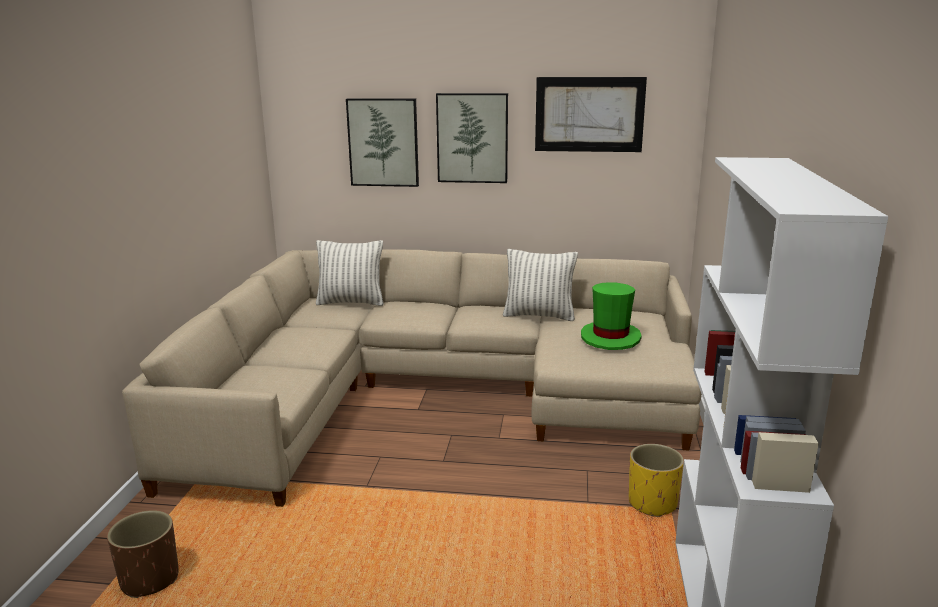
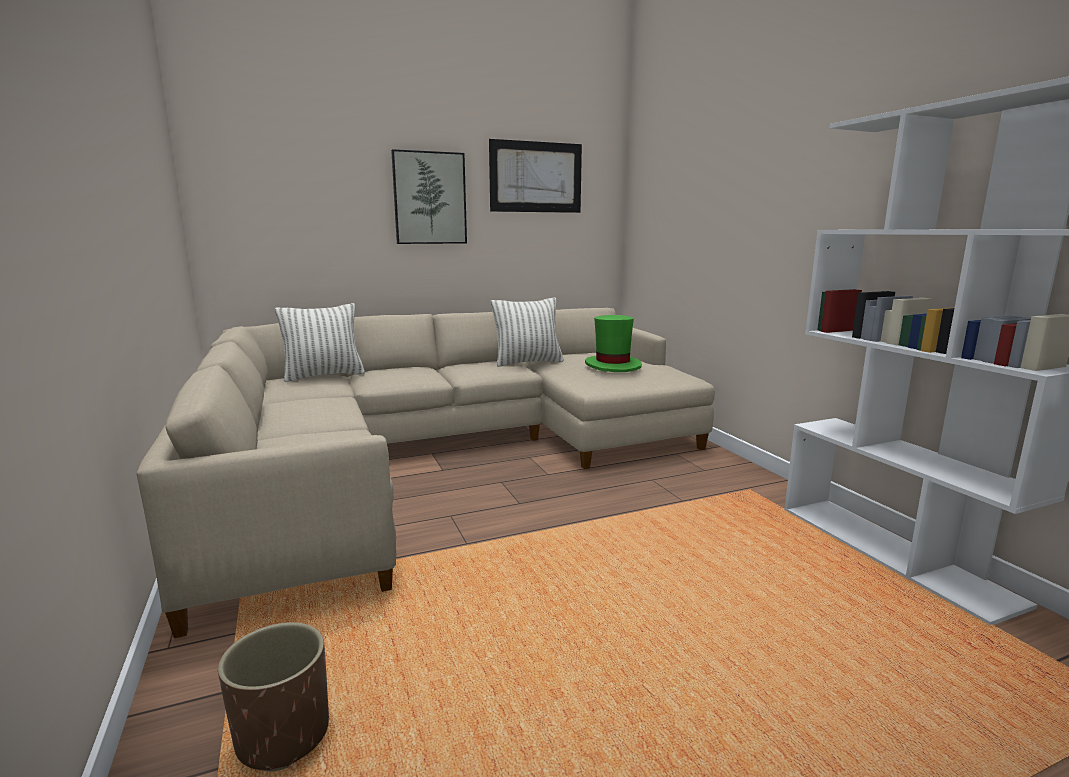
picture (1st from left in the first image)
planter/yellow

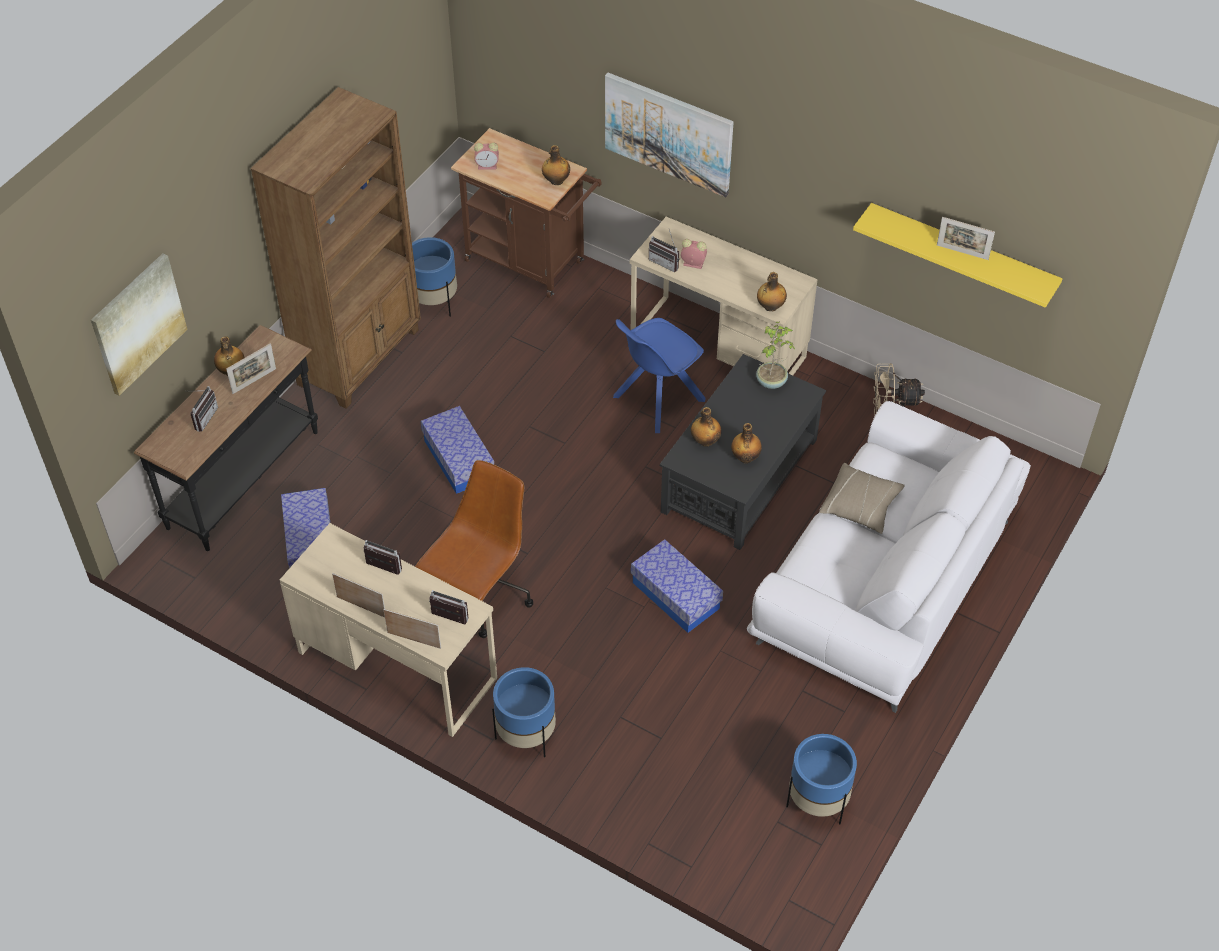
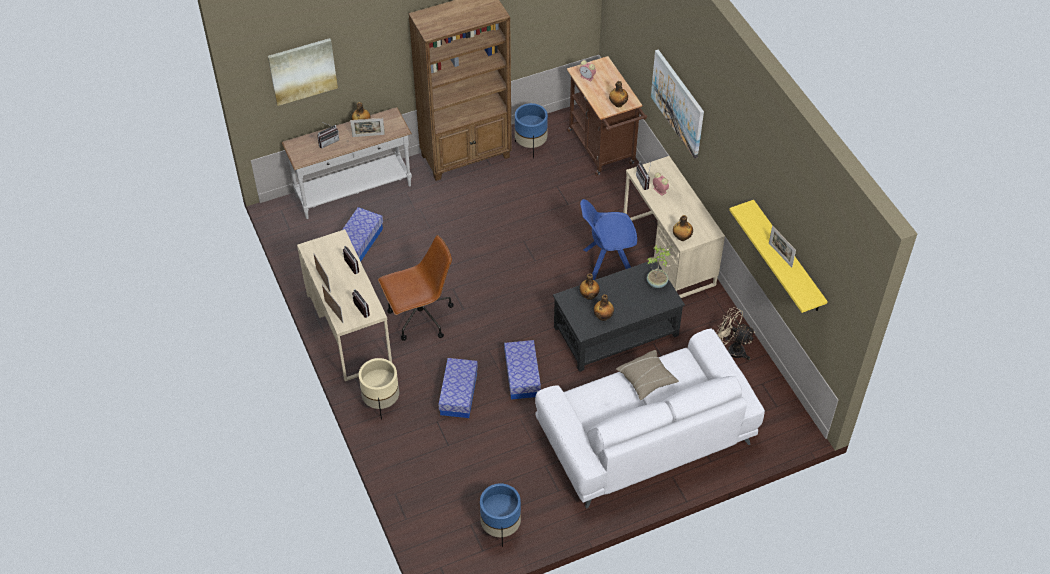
console table/white
storage box (2nd from left)
planter/beige

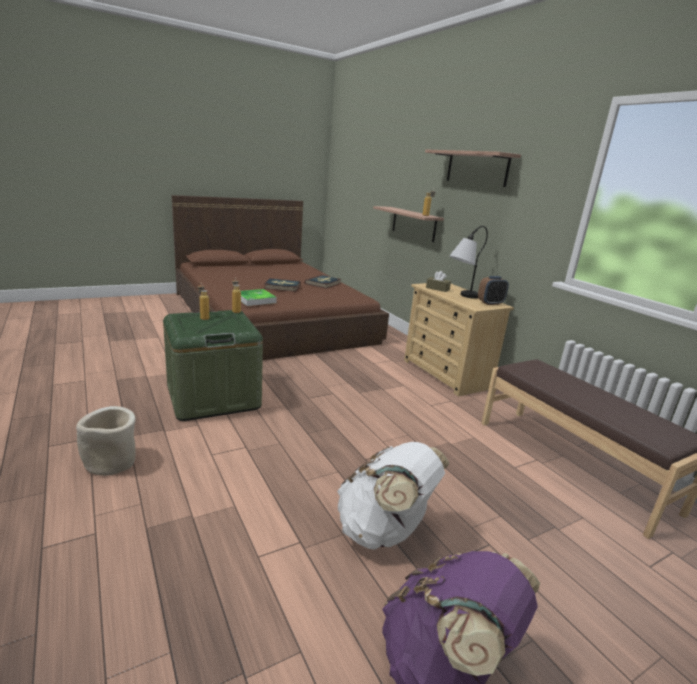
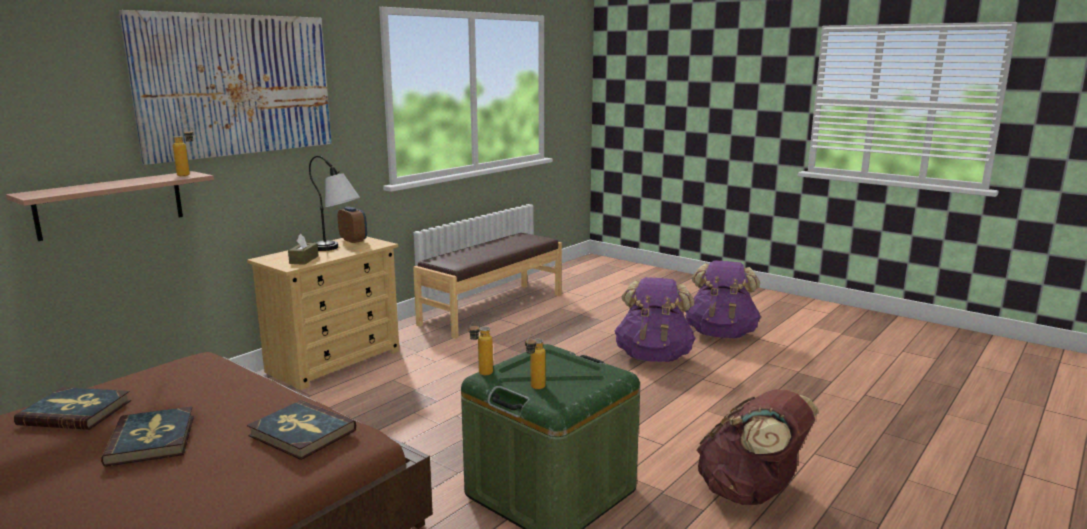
backpack/brown
book (3rd from left)
backpack/purple (1st from left)
picture

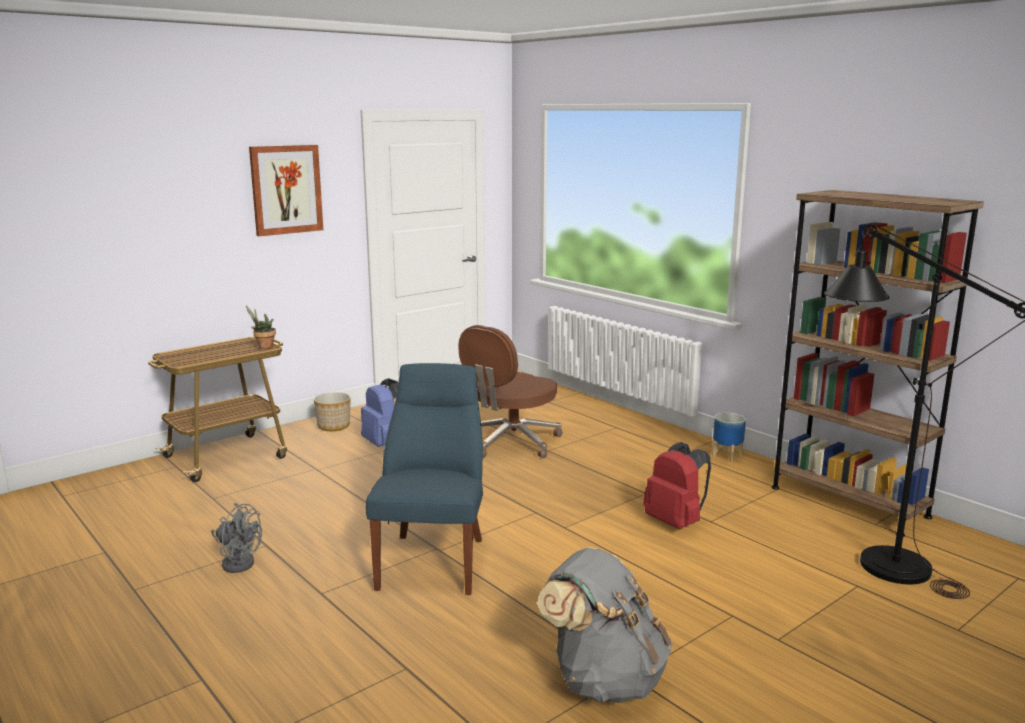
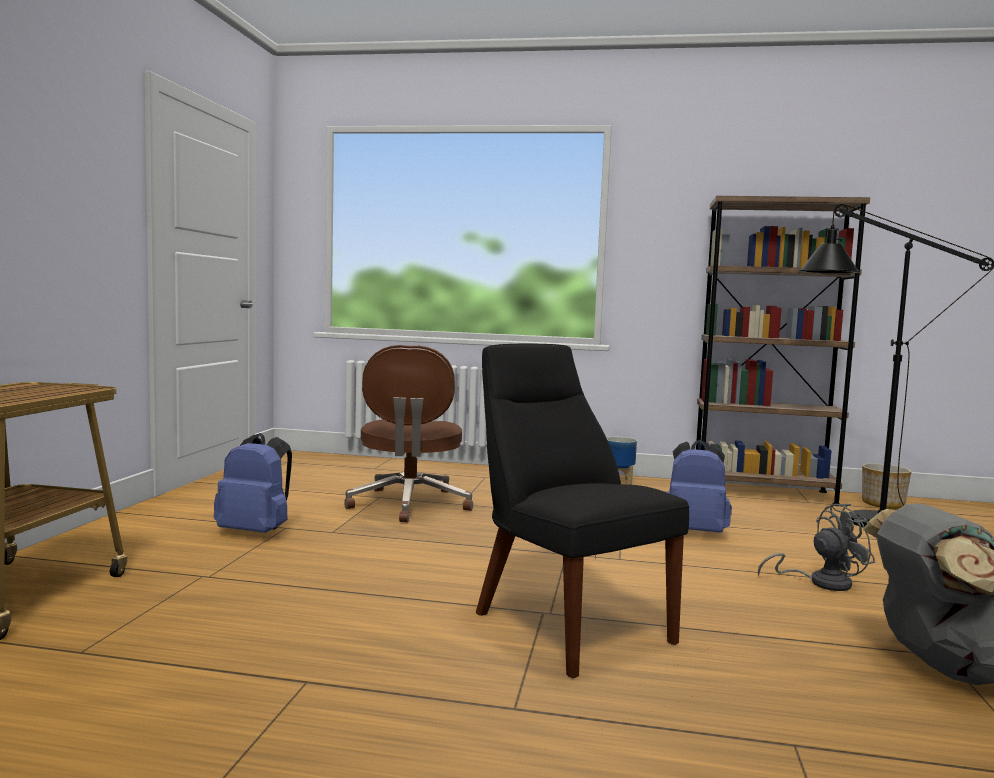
fan/grey
potted plant
picture
planter (2nd from left)
chair/black
backpack/blue (2nd from left)

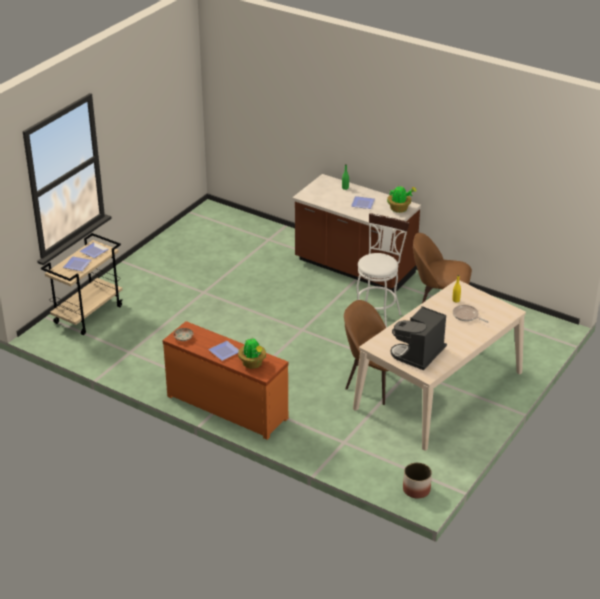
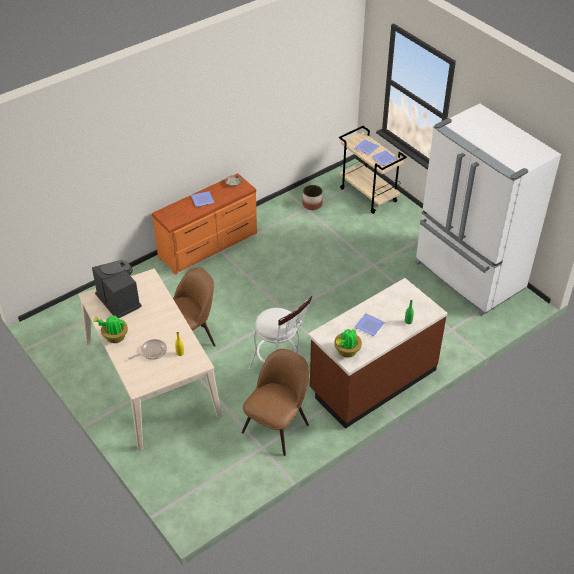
potted plant (1st from left)
planter
fridge/white

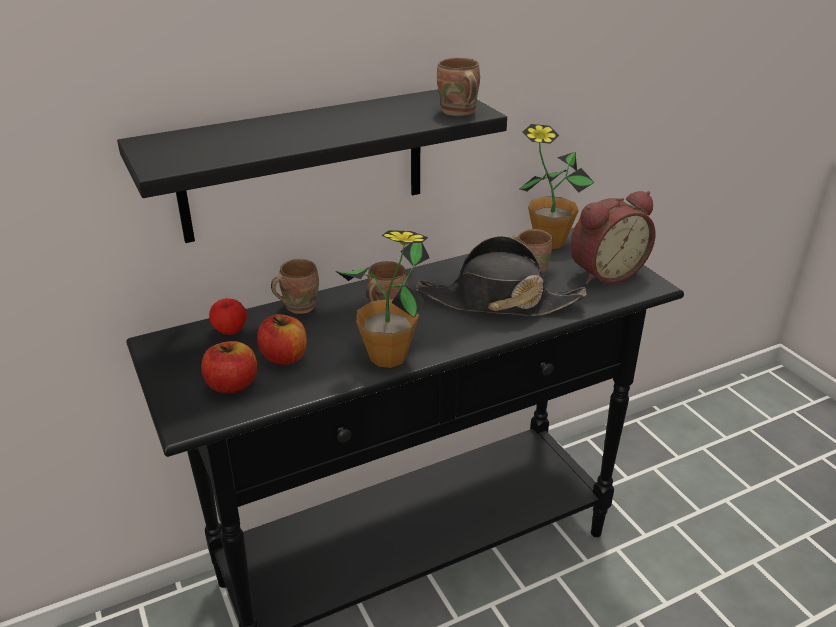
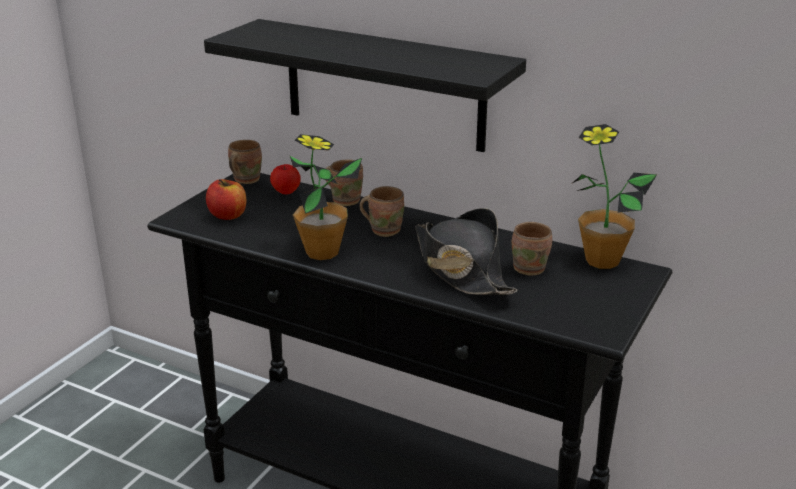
apple (3rd from left in the first image)
mug/brown (1st from left)
alarm clock

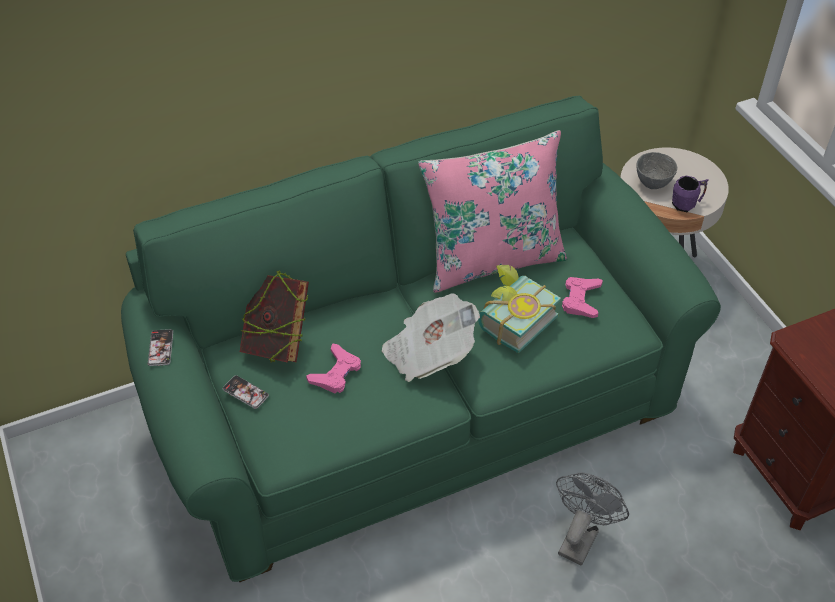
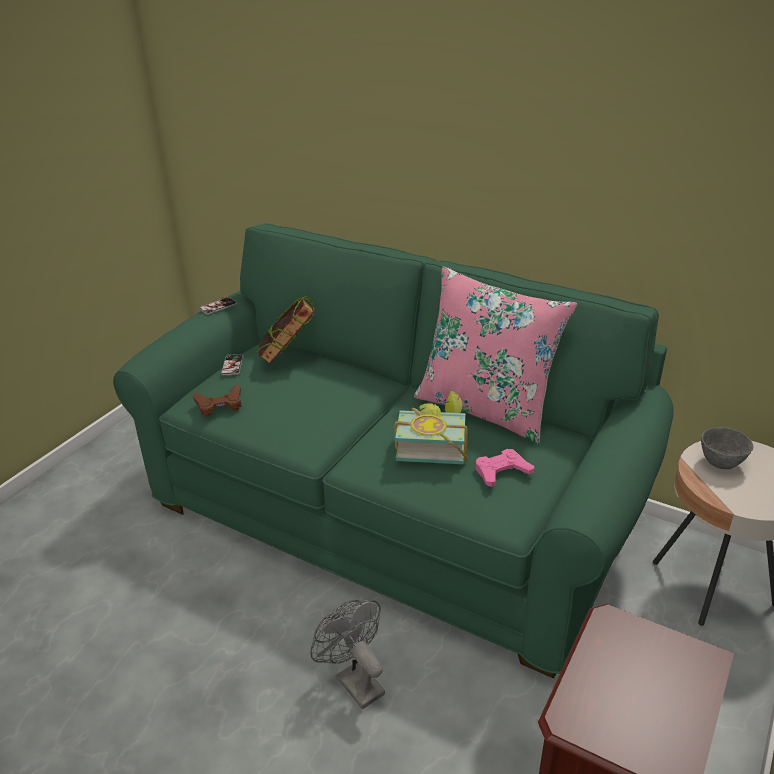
game controller/pink (1st from left in the first image)
newspaper
fan/grey
mug/purple
game controller/brown

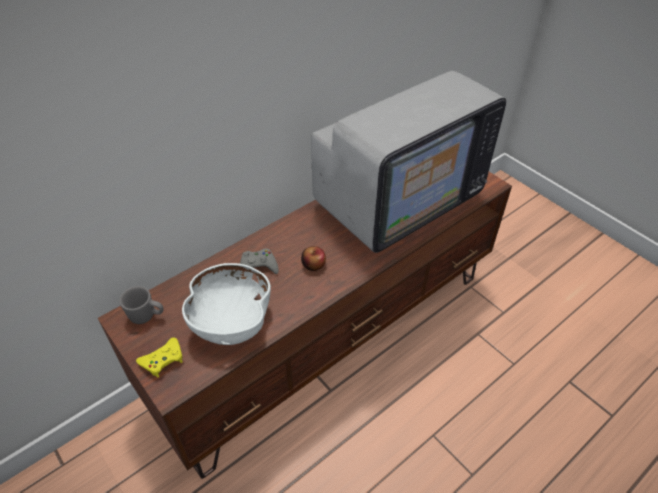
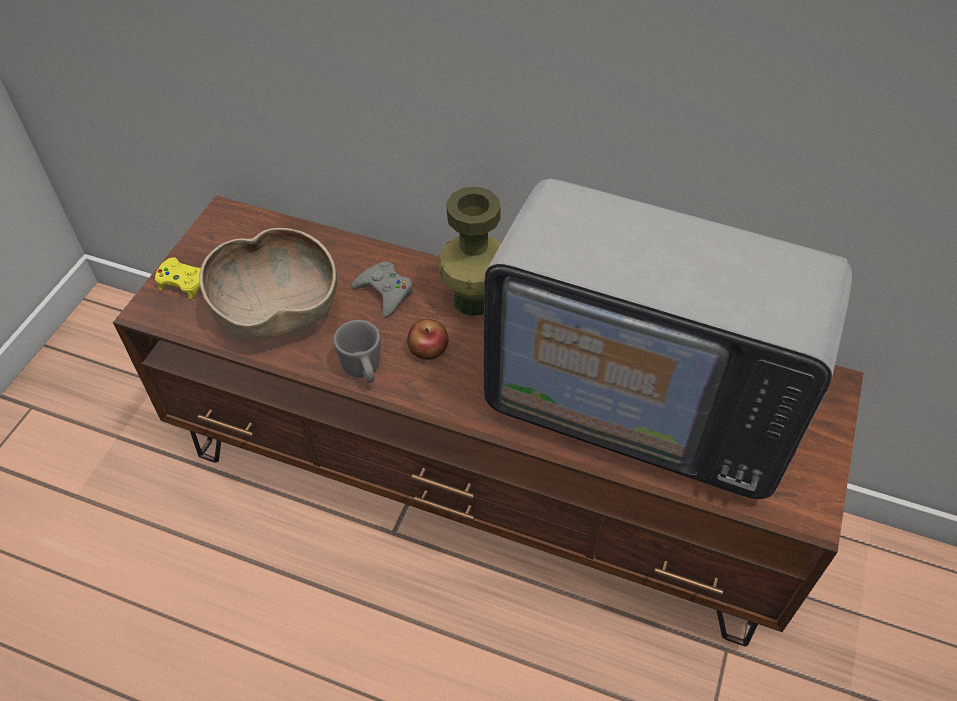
mug/grey
bowl/brown
vase/green

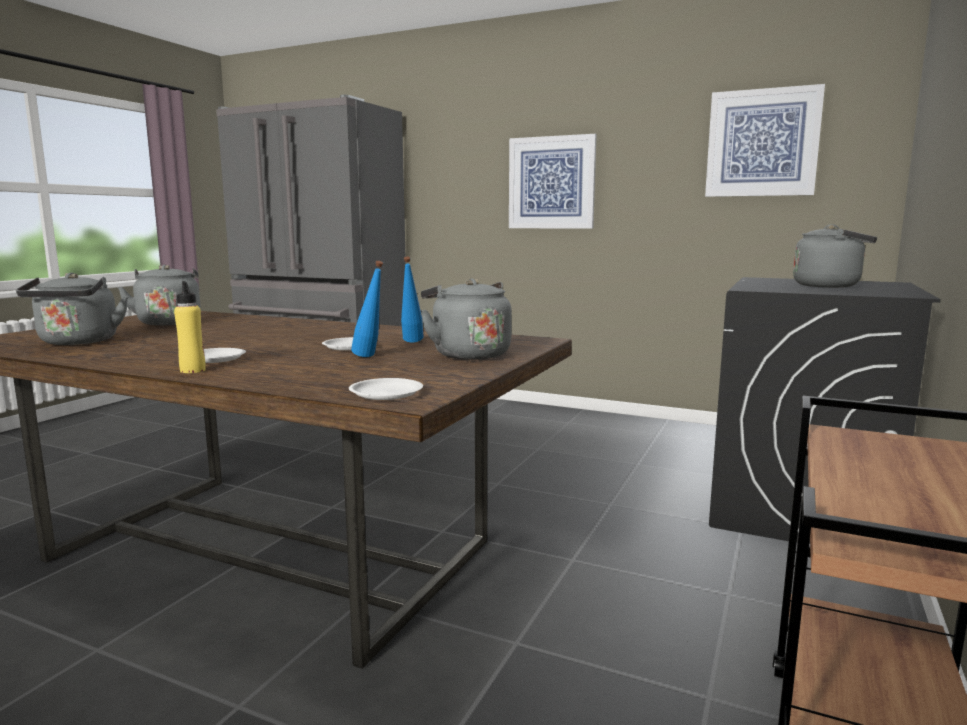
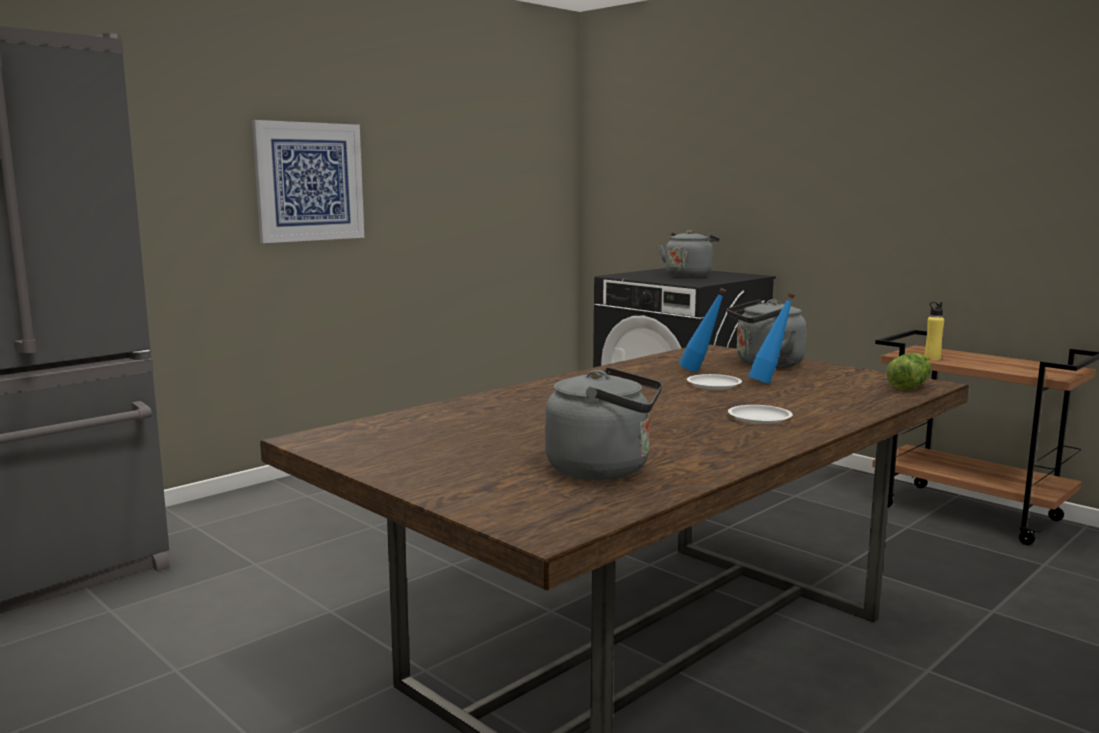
kettle/grey (2nd from left in the first image)
bottle/yellow
lettuce
picture (2nd from left in the first image)

